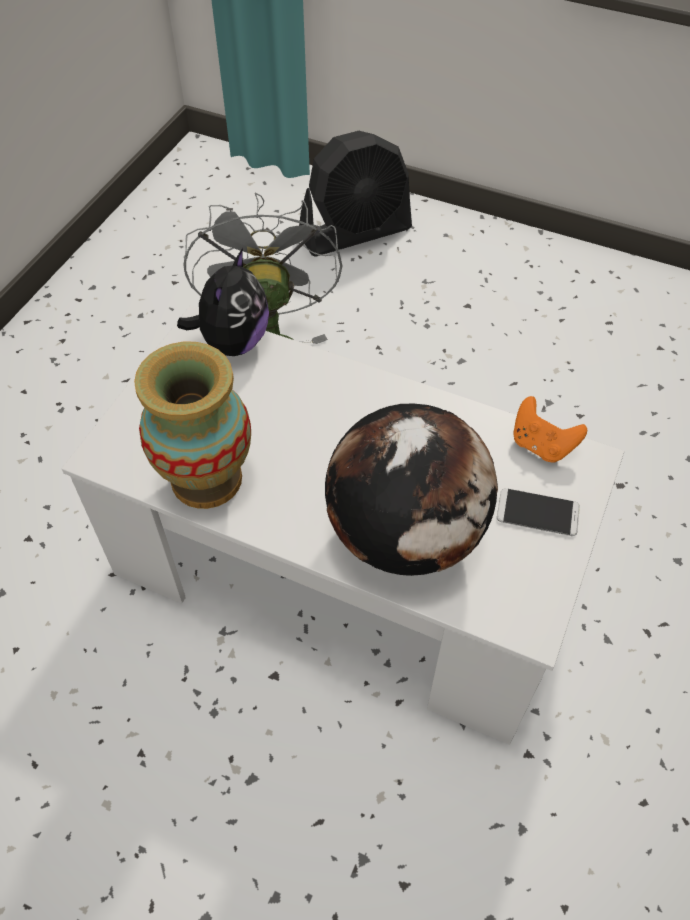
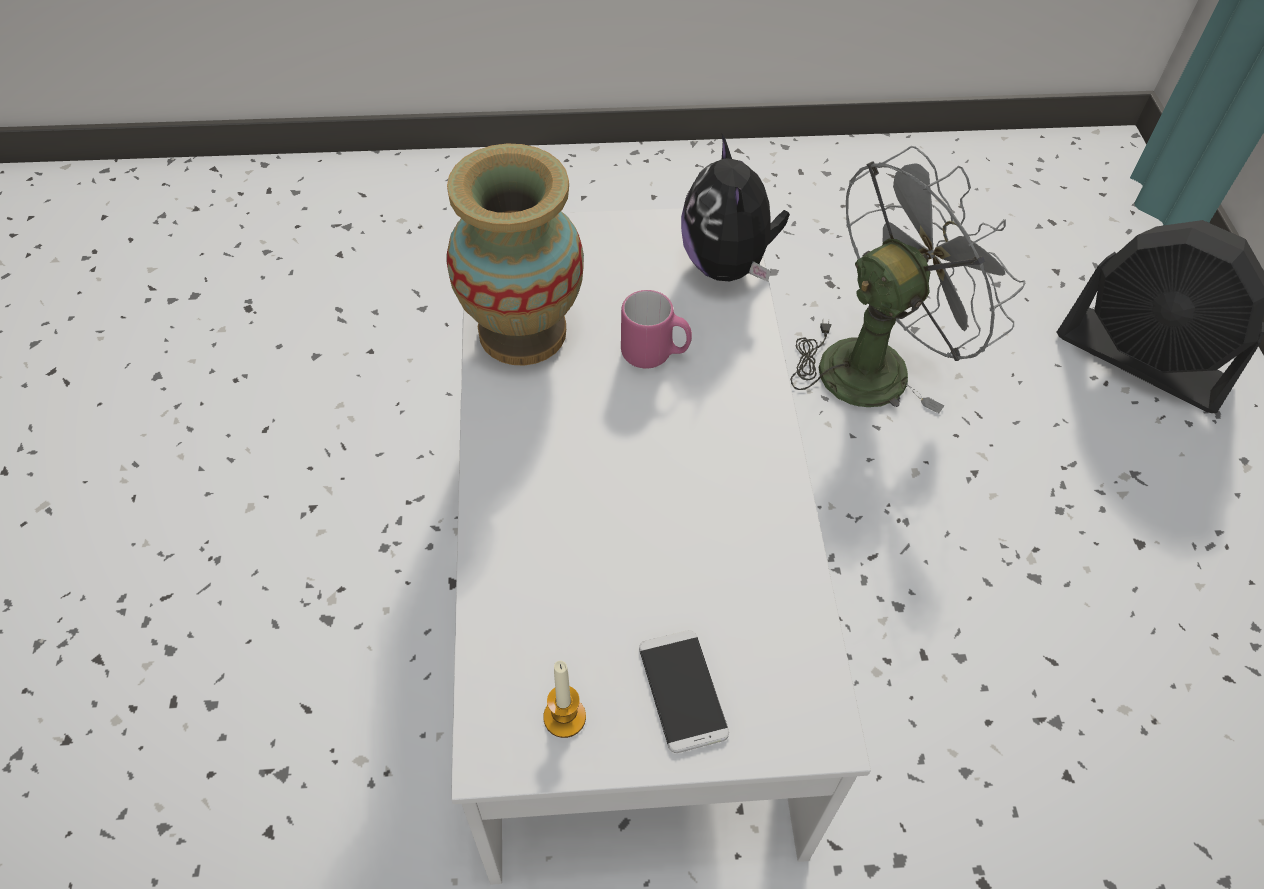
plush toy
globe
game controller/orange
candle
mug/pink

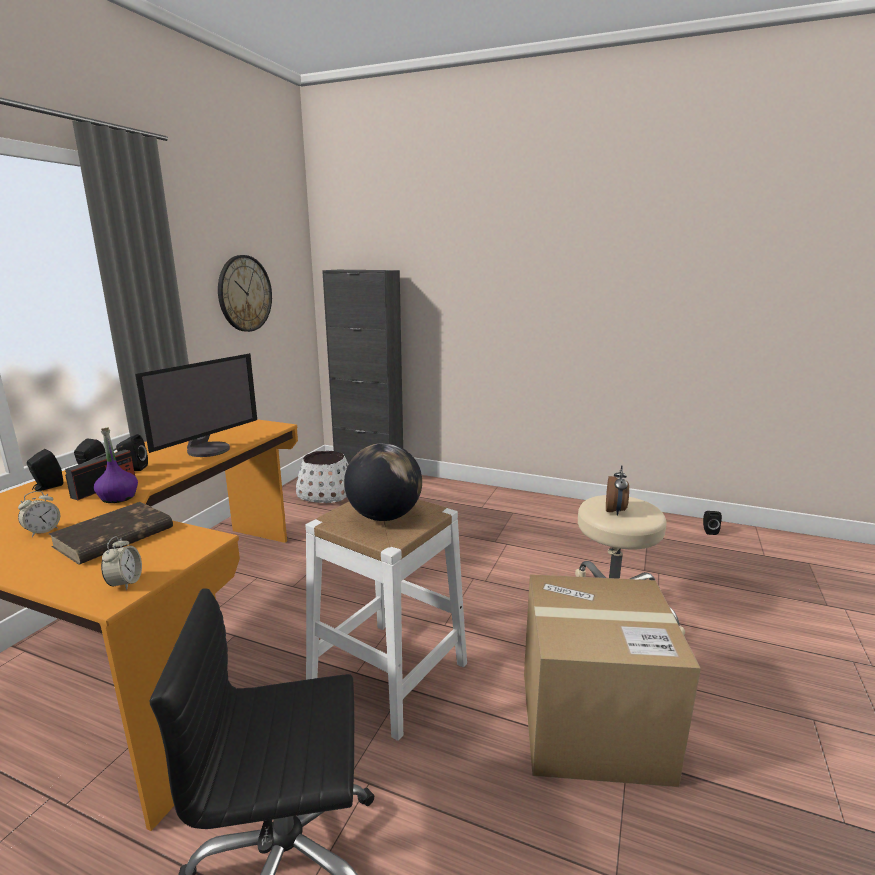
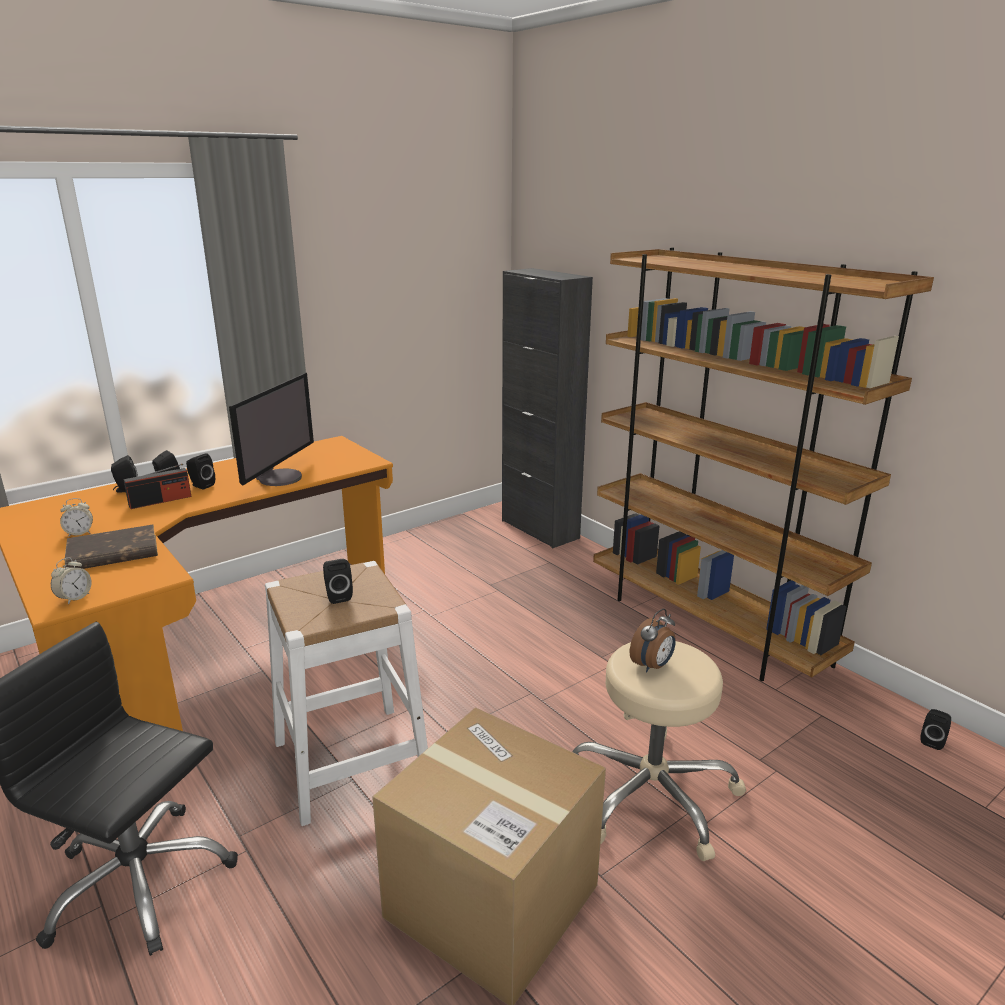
bottle/purple
monitor
wall clock
planter/white
speaker/black (4th from left)
bookcase/brown

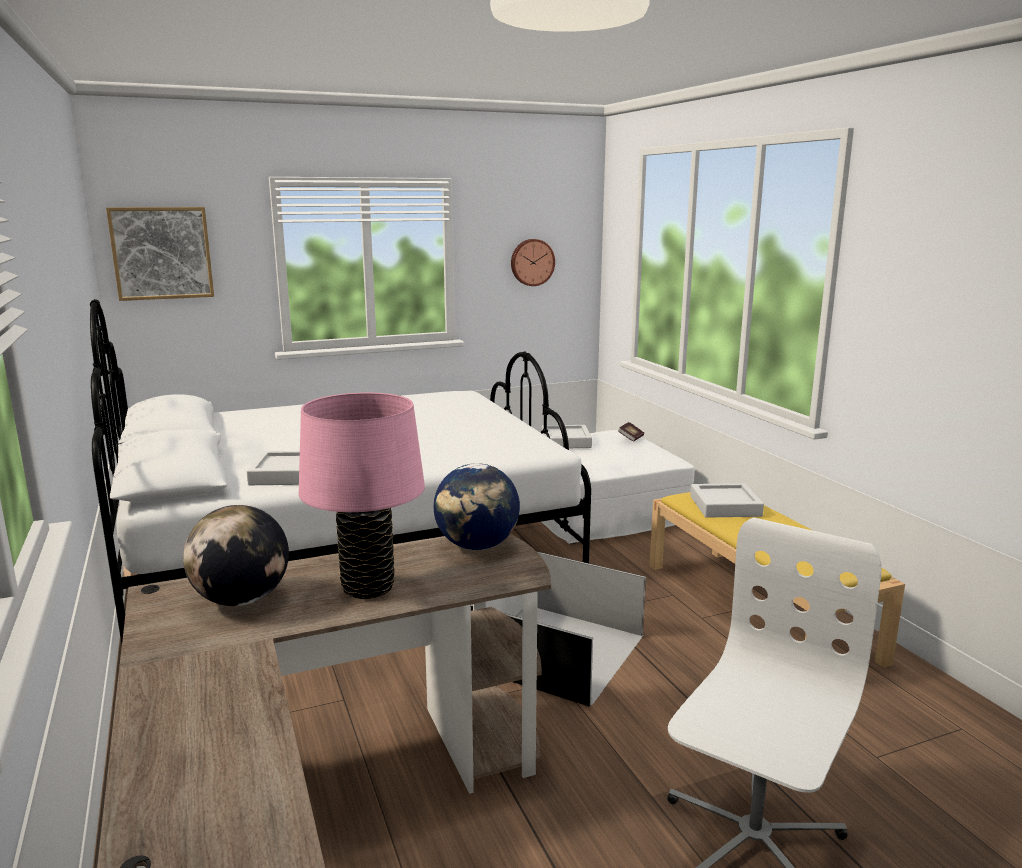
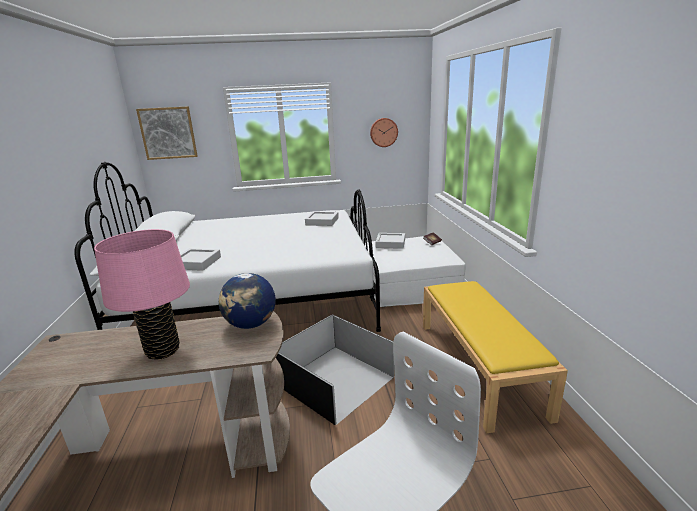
globe (1st from left in the first image)
tray/grey (2nd from left)

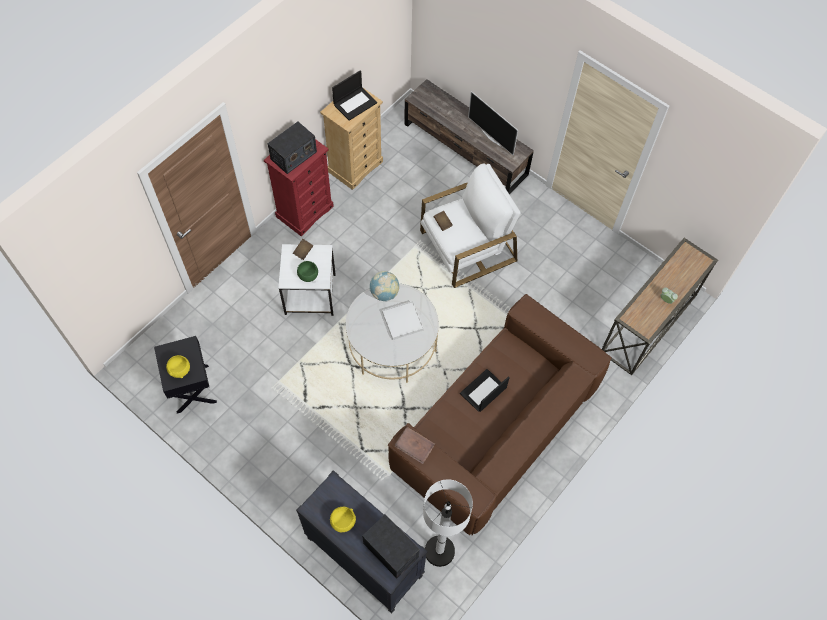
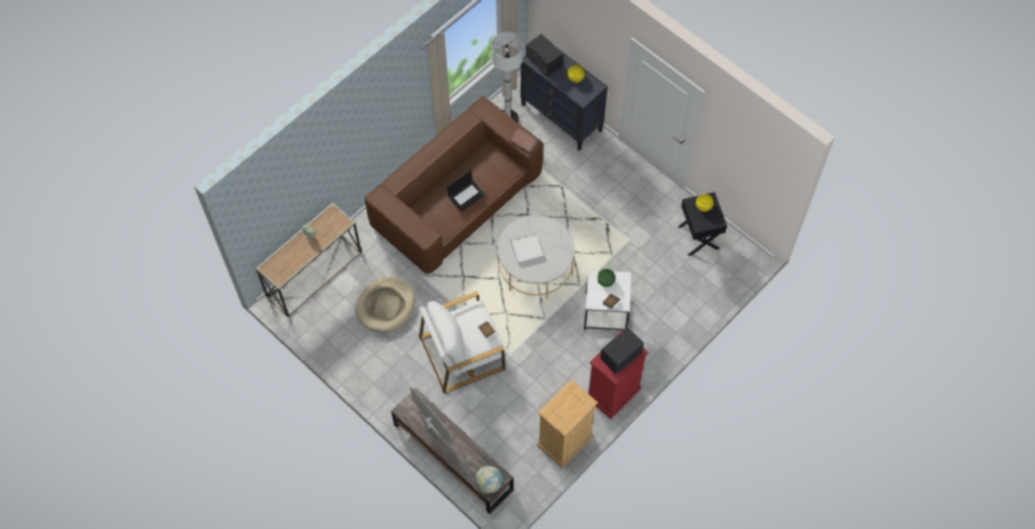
laptop (1st from left in the first image)
globe
dog bed/beige

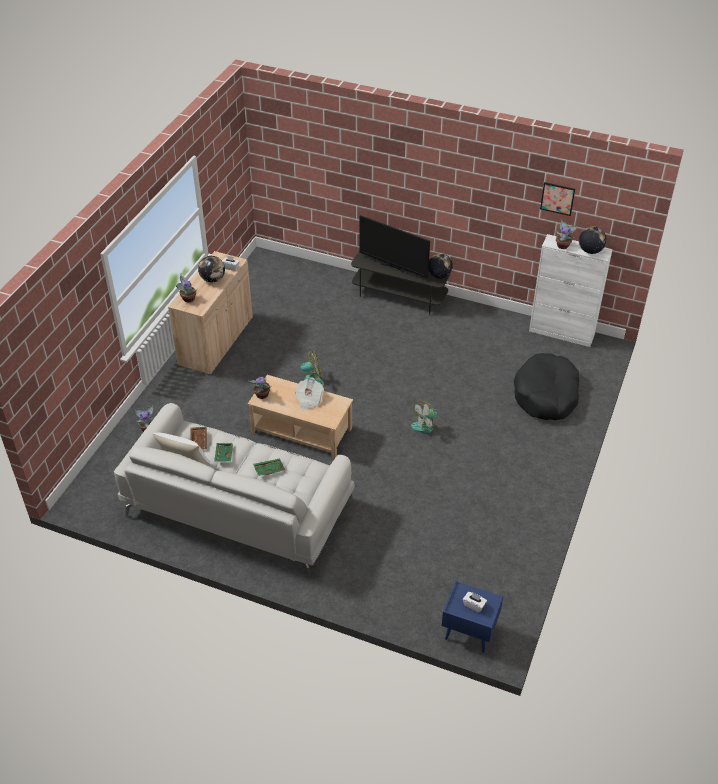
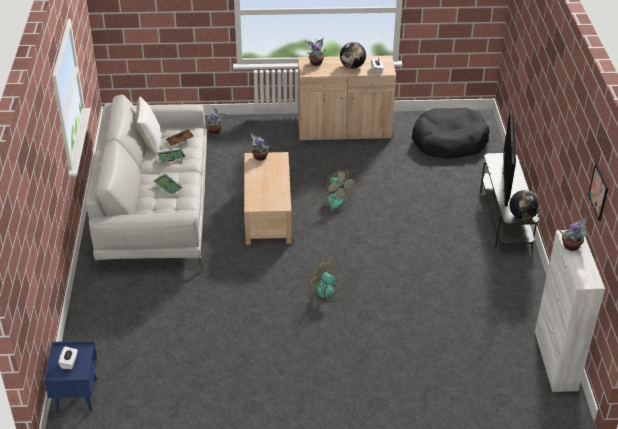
newspaper
dog bed/black
globe (3rd from left in the first image)

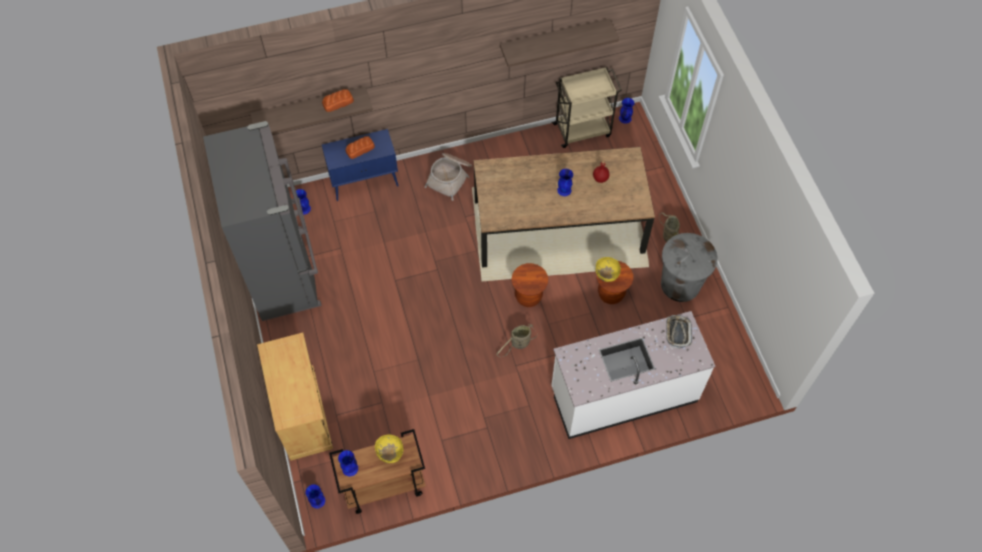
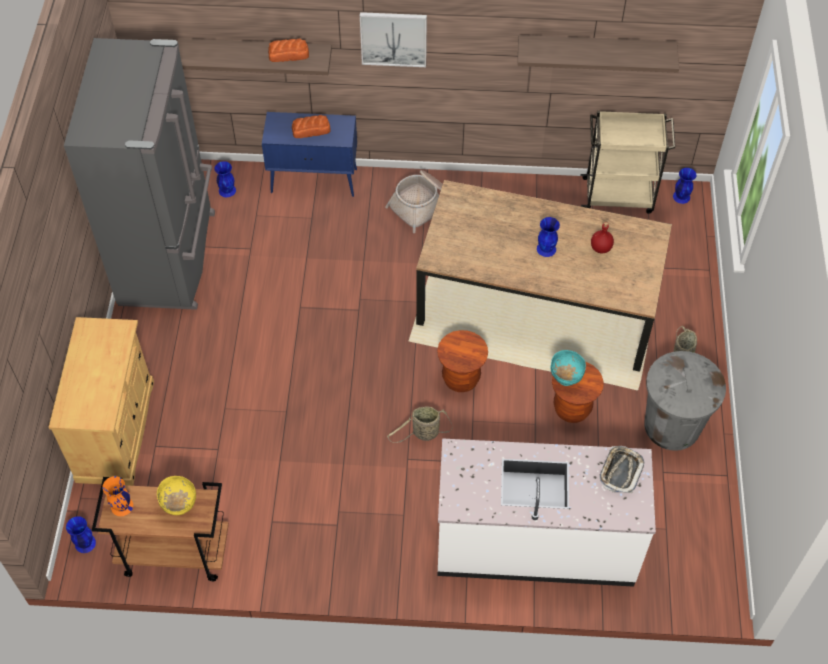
vase/orange
bowl/turquoise
picture

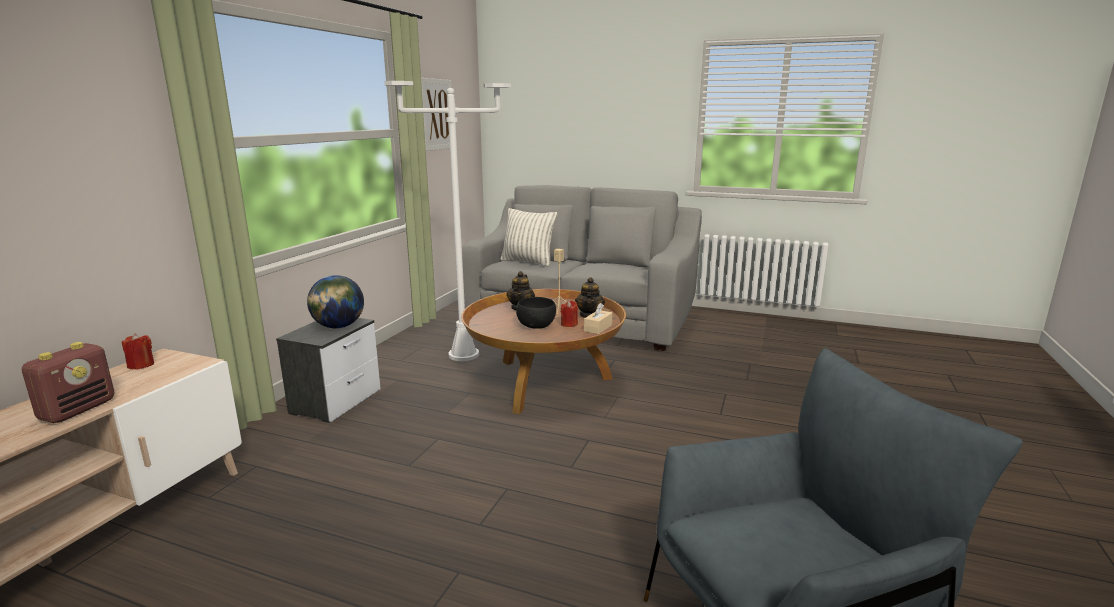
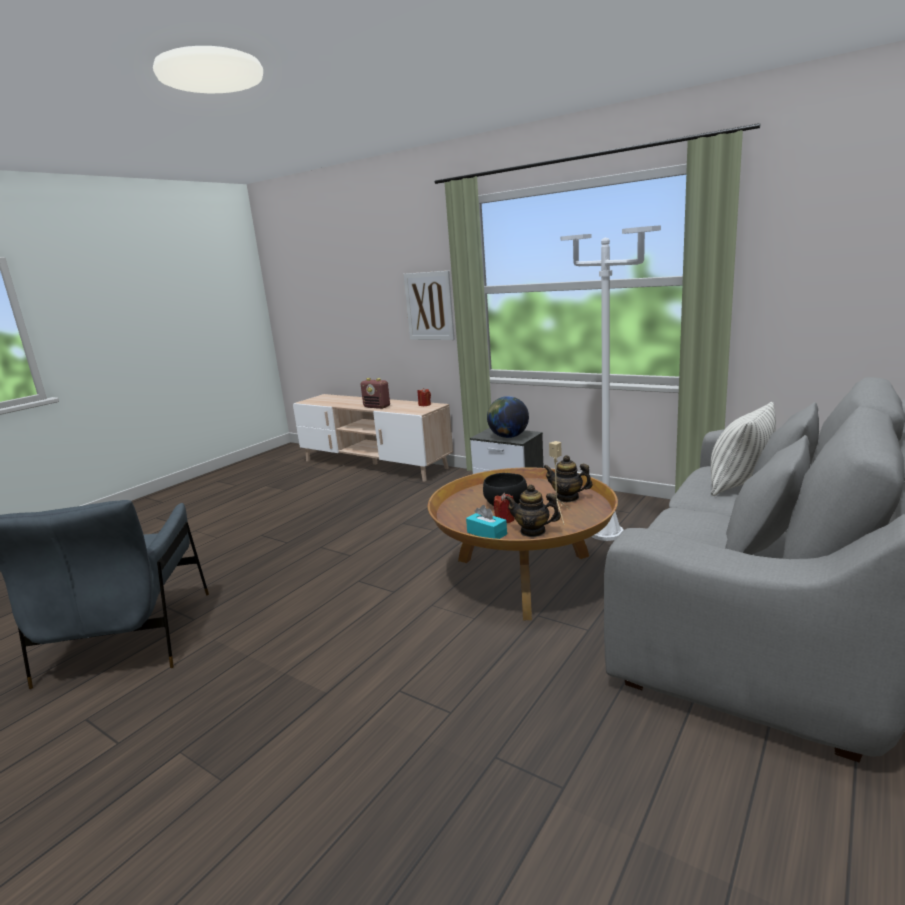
picture
tissue box/turquoise

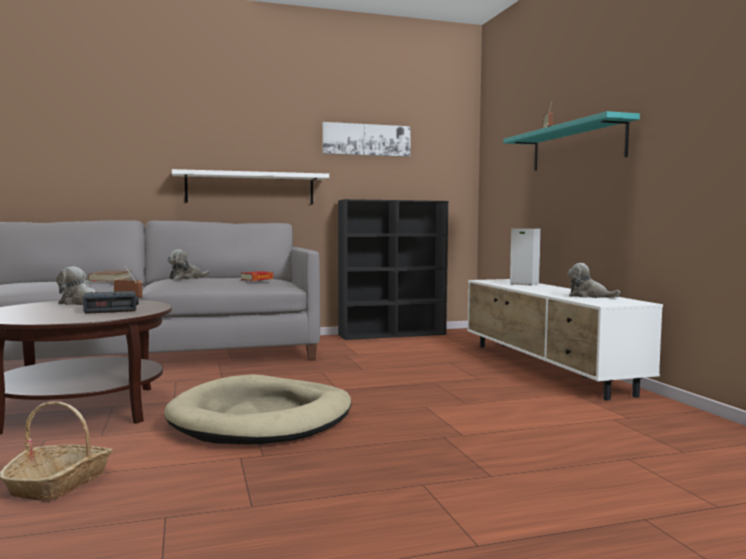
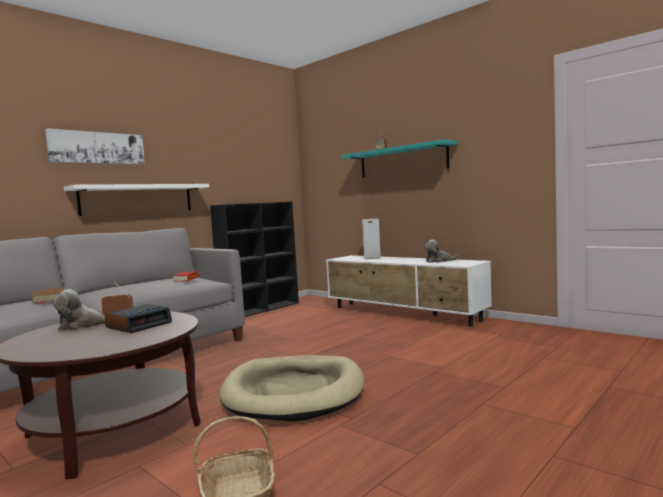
plush toy (2nd from left in the first image)
picture

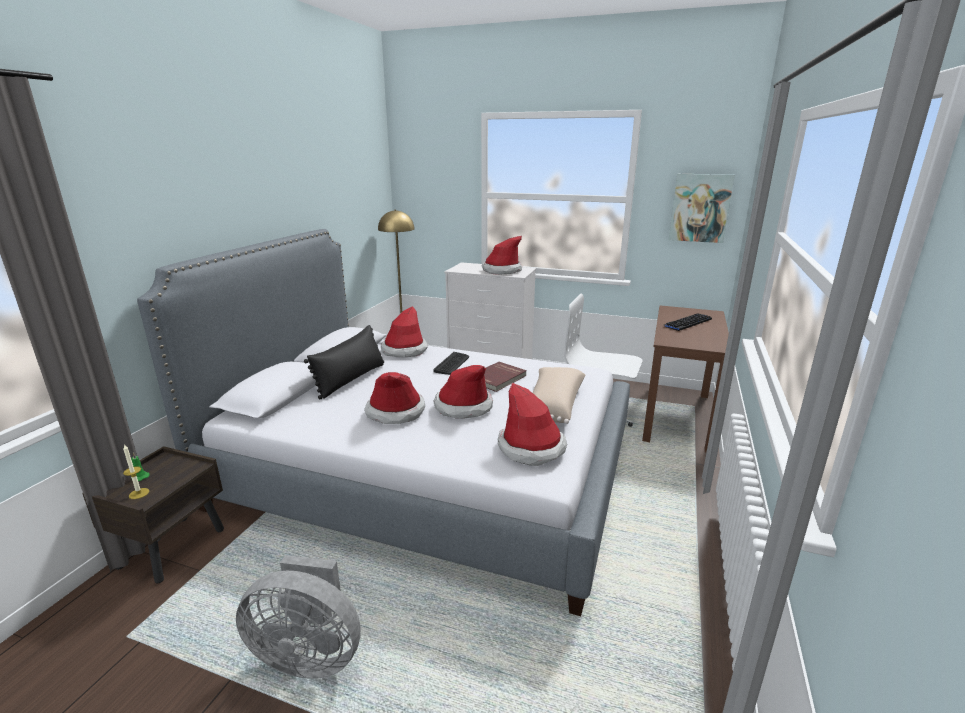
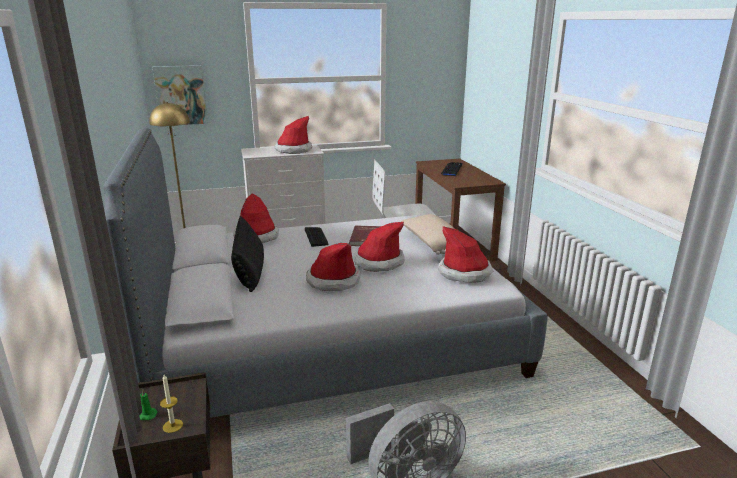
picture

